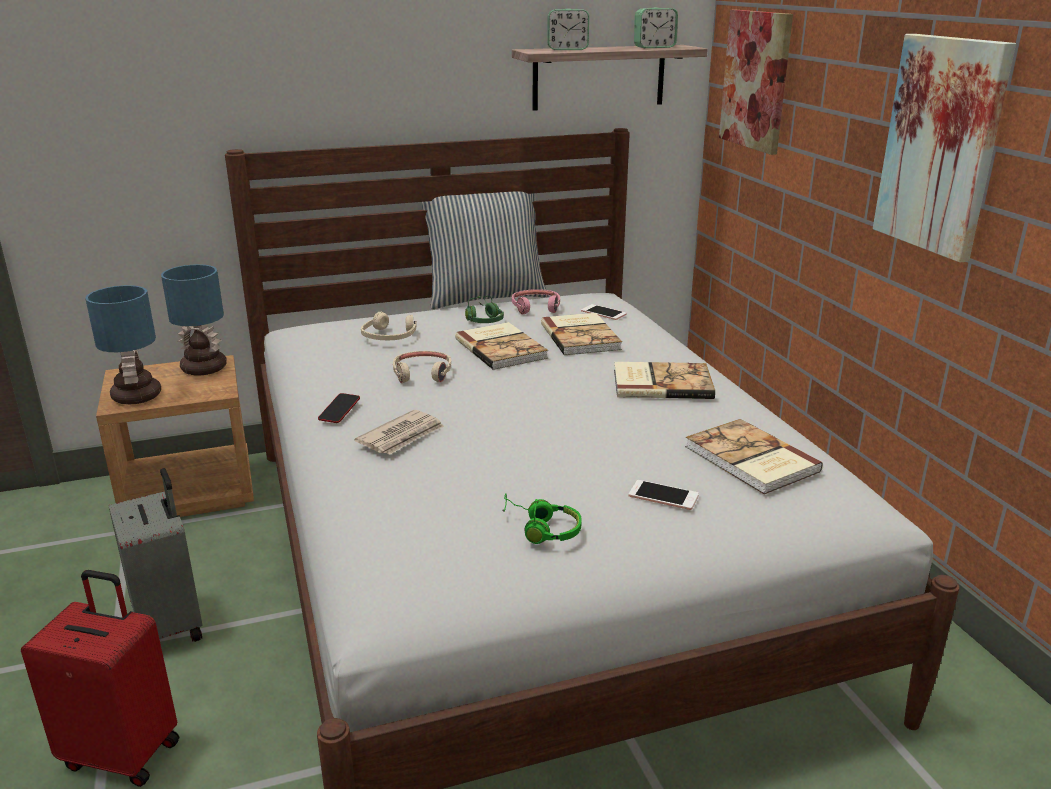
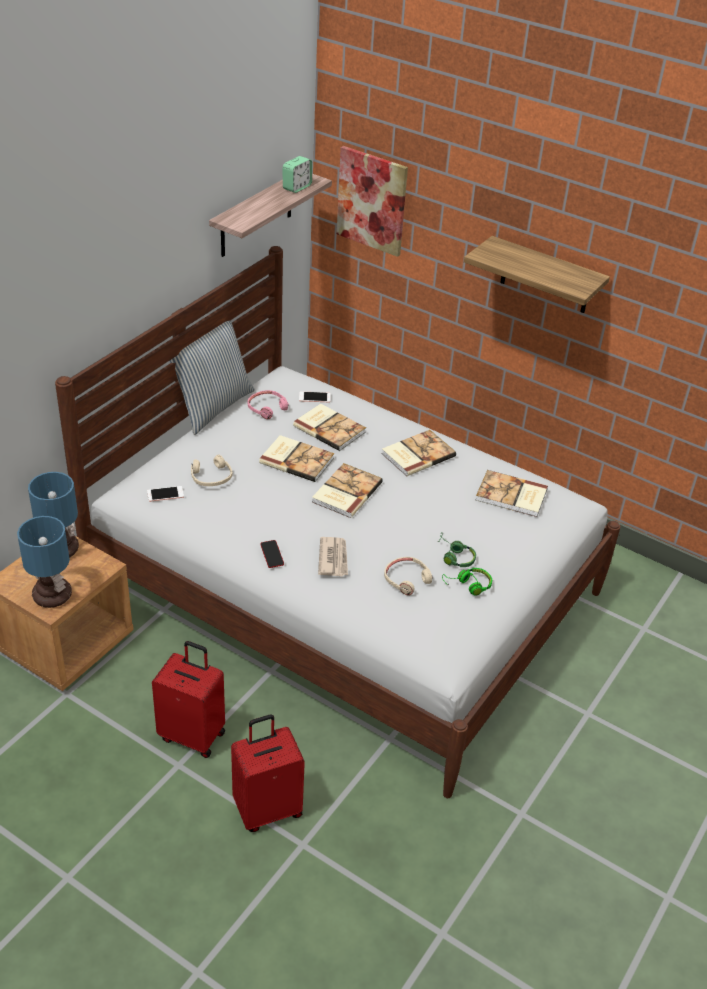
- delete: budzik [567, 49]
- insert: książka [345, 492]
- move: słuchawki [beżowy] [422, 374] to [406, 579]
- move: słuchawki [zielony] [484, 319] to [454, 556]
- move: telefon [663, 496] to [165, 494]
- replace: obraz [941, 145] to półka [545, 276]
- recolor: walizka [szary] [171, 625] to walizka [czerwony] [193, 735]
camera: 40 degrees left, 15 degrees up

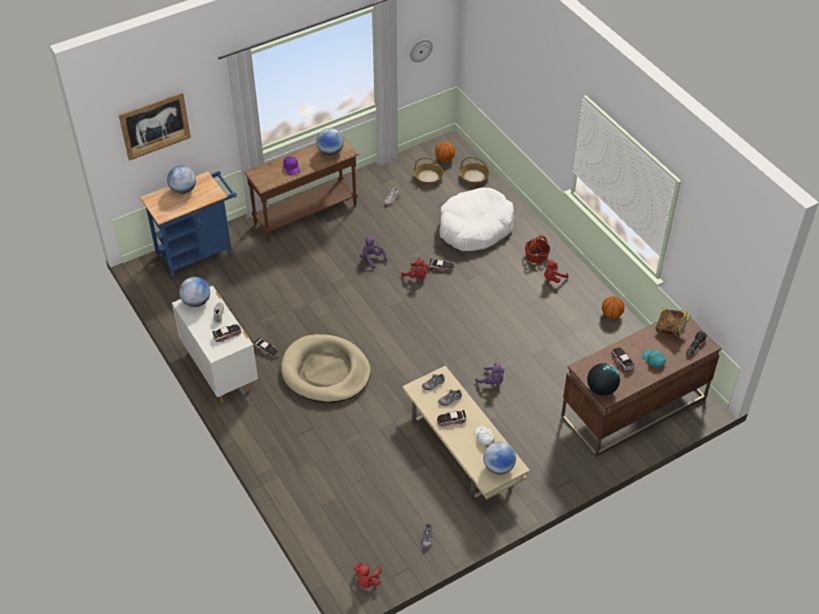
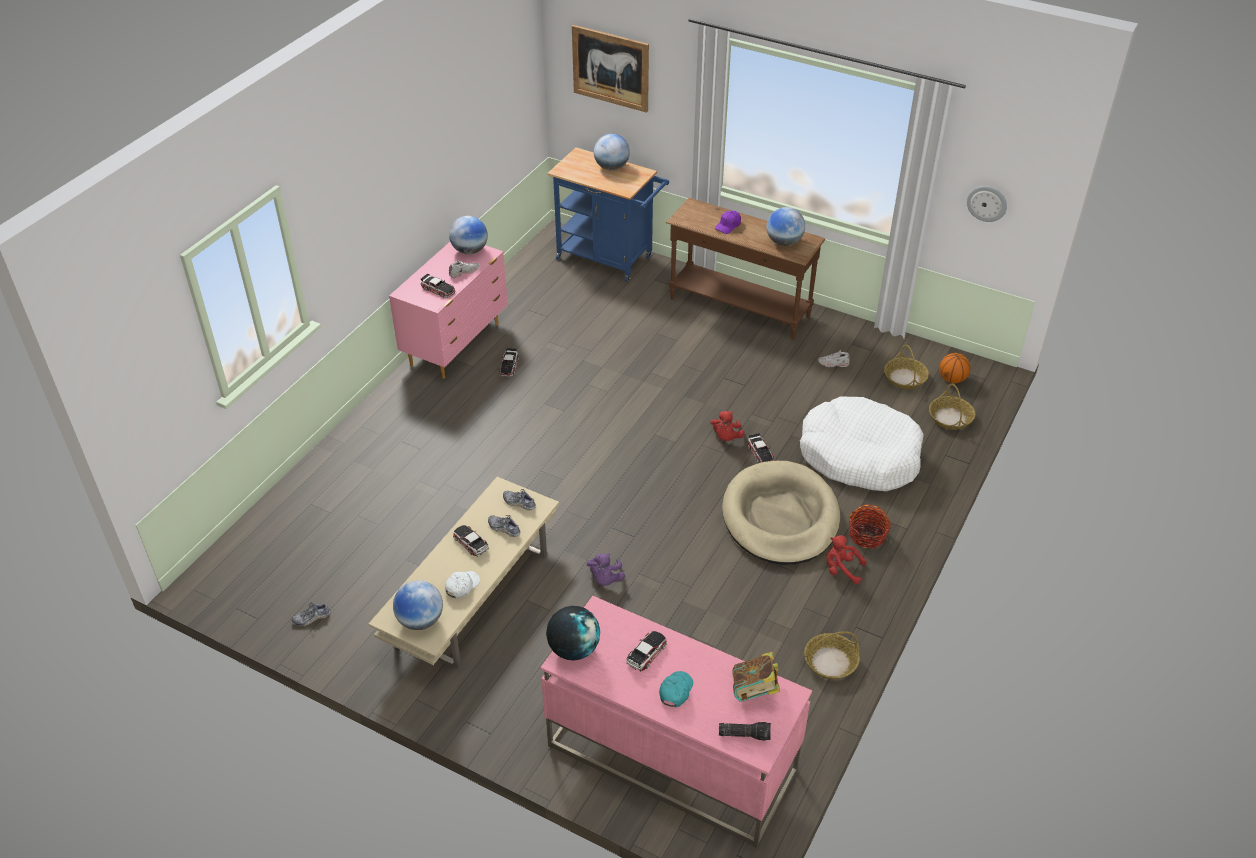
- delete: pluszak [czerwony] [367, 580]
- delete: pluszak [fioletowy] [372, 259]
- move: legowisko [beżowy] [326, 372] to [780, 517]
- replace: piłka do koszykówki [611, 314] to koszyk [830, 662]
- recolor: komoda [biały] [220, 369] to komoda [różowy] [456, 344]
- recolor: biurko [brązowy] [633, 408] to biurko [różowy] [670, 757]
camera: 60 degrees right, 5 degrees down

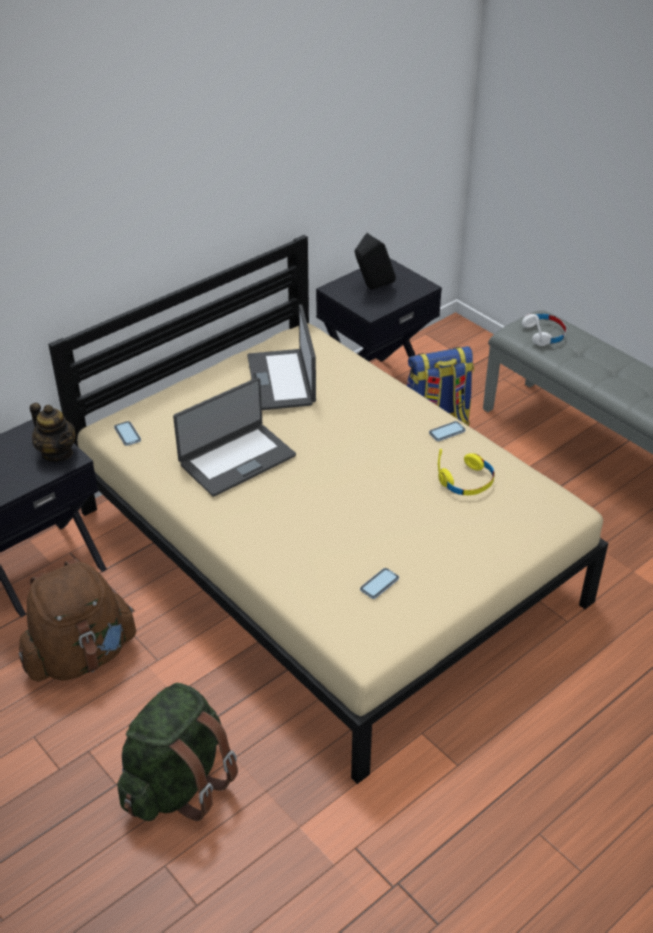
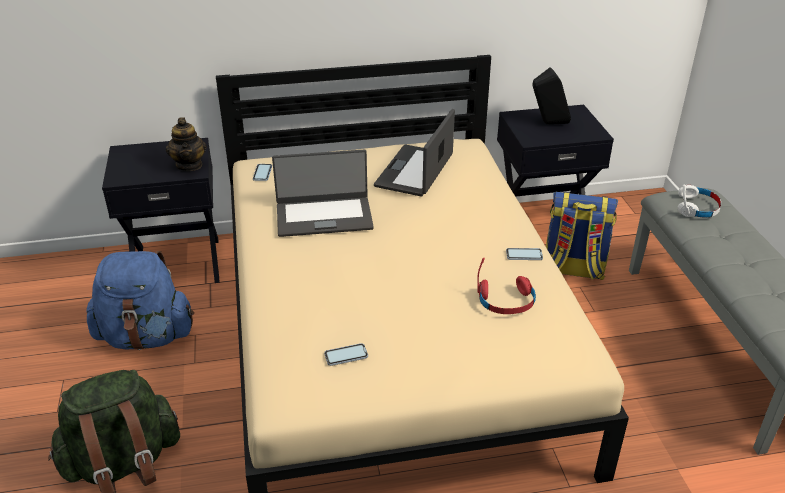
- recolor: plecak [brązowy] [81, 656] to plecak [niebieski] [146, 336]
- recolor: słuchawki [żółty] [467, 482] to słuchawki [czerwony] [506, 302]
camera: 30 degrees right, 5 degrees down

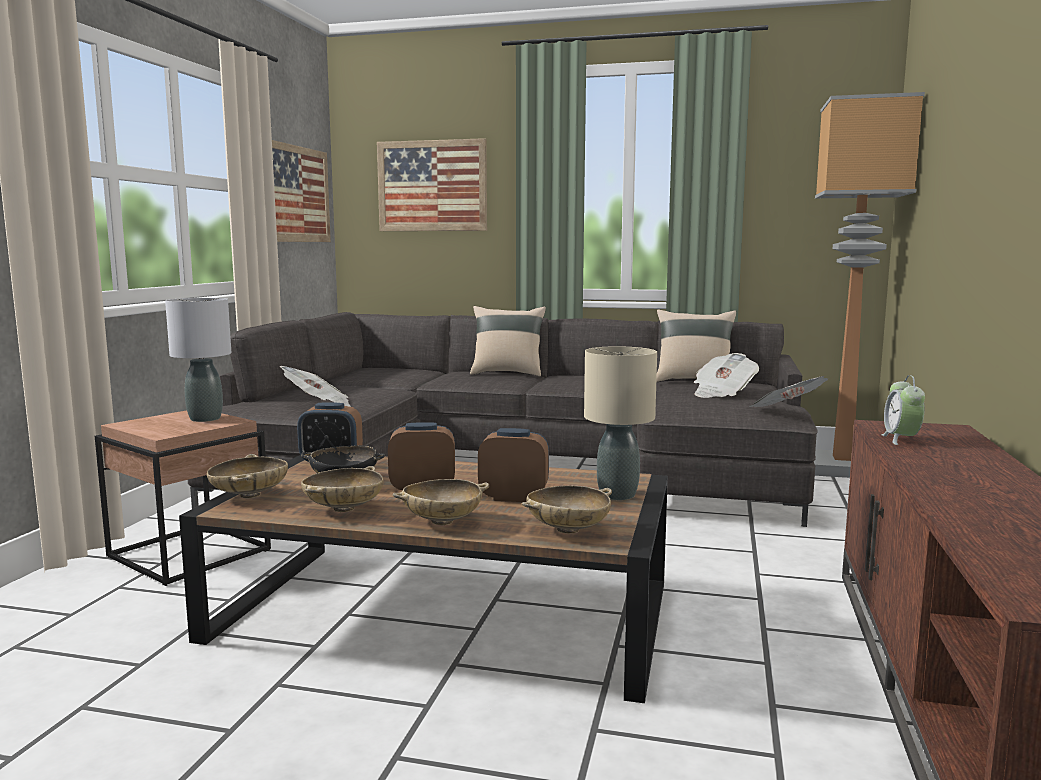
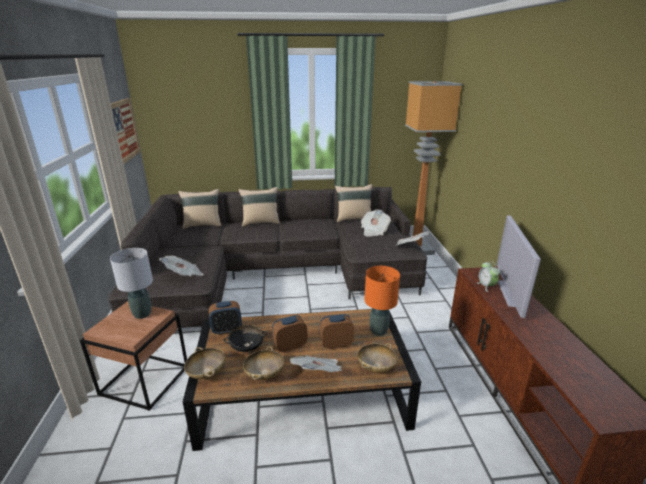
- delete: obraz [432, 186]
- insert: poduszka [beżowy] [202, 225]
- insert: telewizor [511, 293]
- replace: miska [beżowy] [442, 521] to gazeta [318, 374]
- recolor: lampa stołowa [beżowy] [617, 494] to lampa stołowa [pomarańczowy] [378, 330]
camera: 20 degrees left, 15 degrees up

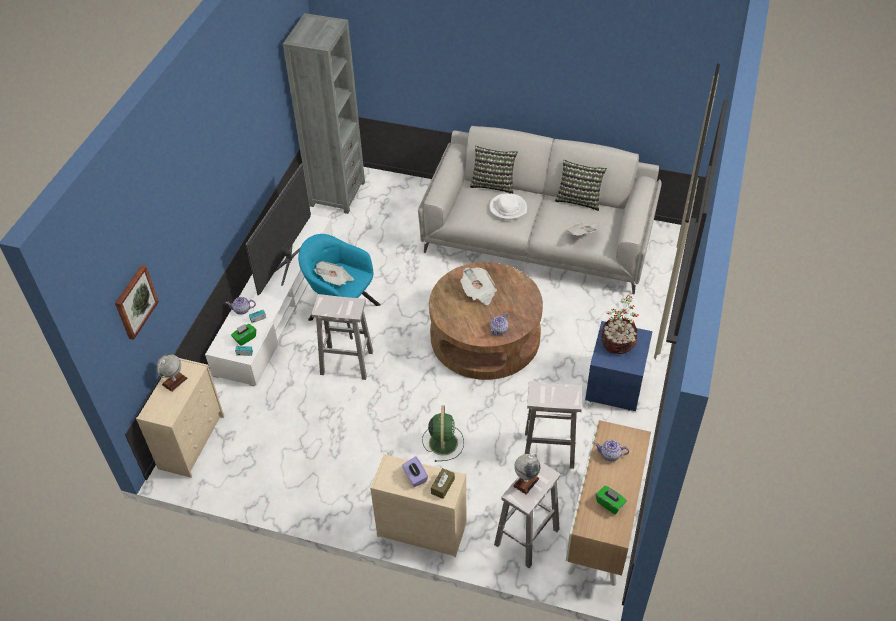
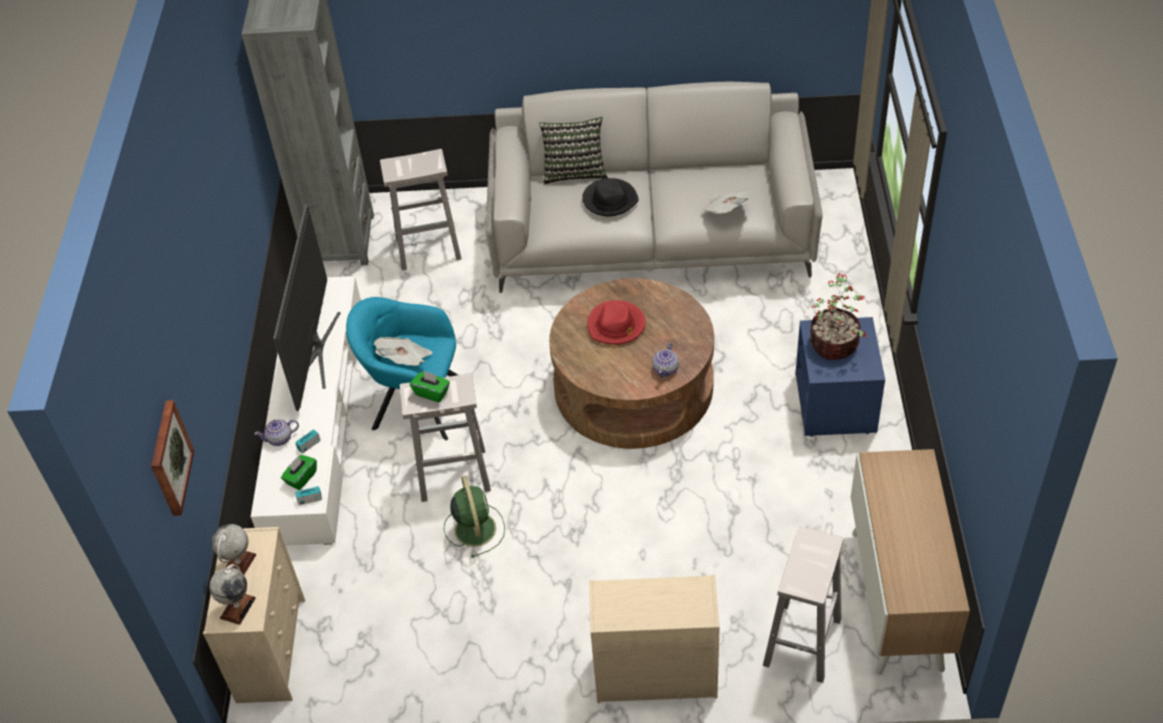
- delete: pudełko chusteczek [fioletowy] [415, 477]
- delete: pudełko chusteczek [brązowy] [442, 486]
- delete: poduszka [579, 199]
- delete: imbryk [610, 455]
- move: wentylator [zielony] [443, 442] to [475, 528]
- move: globus [526, 482] to [238, 607]
- move: stołek [biały] [550, 450] to [429, 248]
- move: pudełko chusteczek [zielony] [610, 504] to [432, 393]
- replace: gazeta [478, 292] to kapelusz [czerwony] [616, 325]
- recolor: kapelusz [biały] [508, 208] to kapelusz [czarny] [609, 200]
camera: 15 degrees left, 0 degrees up

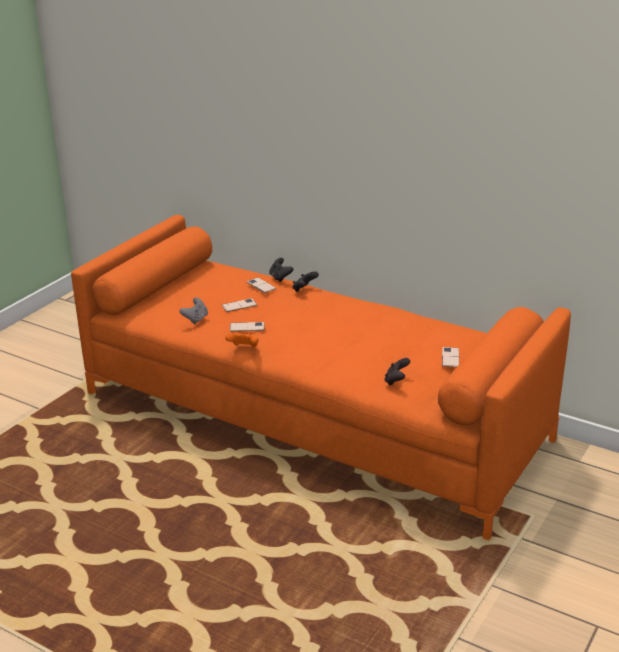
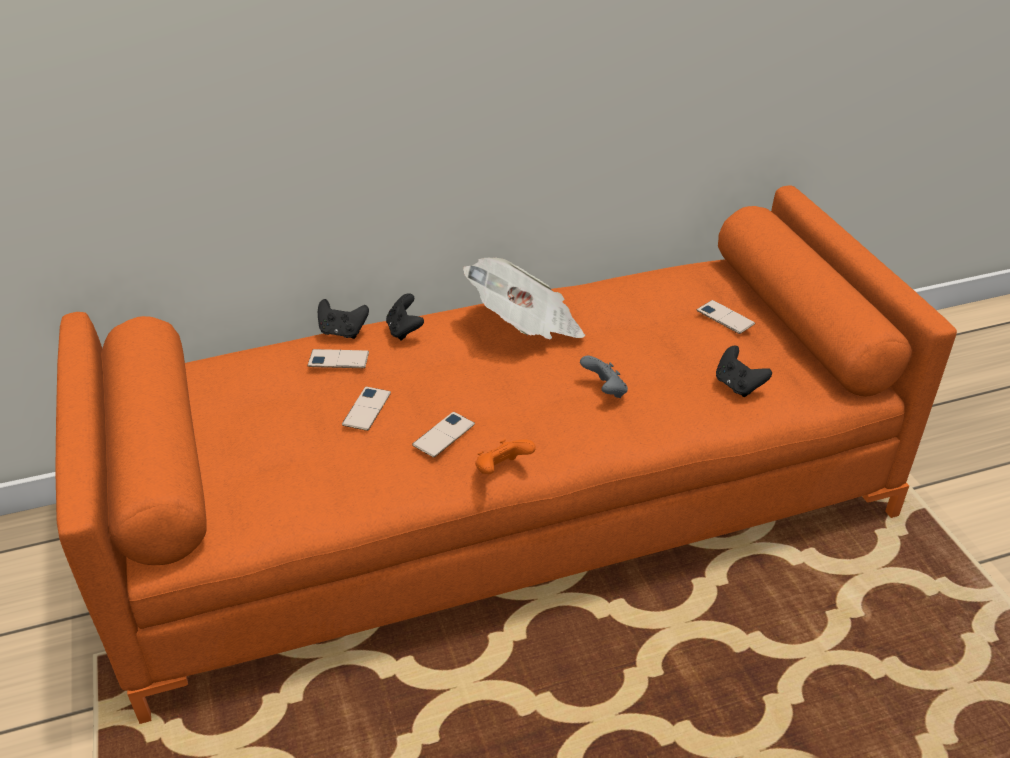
- insert: gazeta [526, 326]
- move: pad do gier [szary] [195, 319] to [605, 391]
camera: 50 degrees left, 10 degrees up

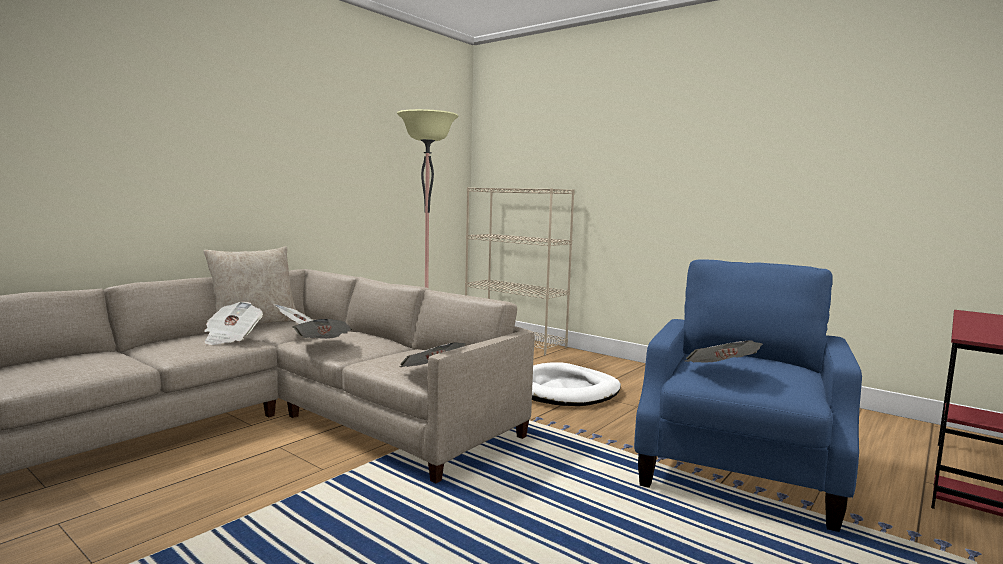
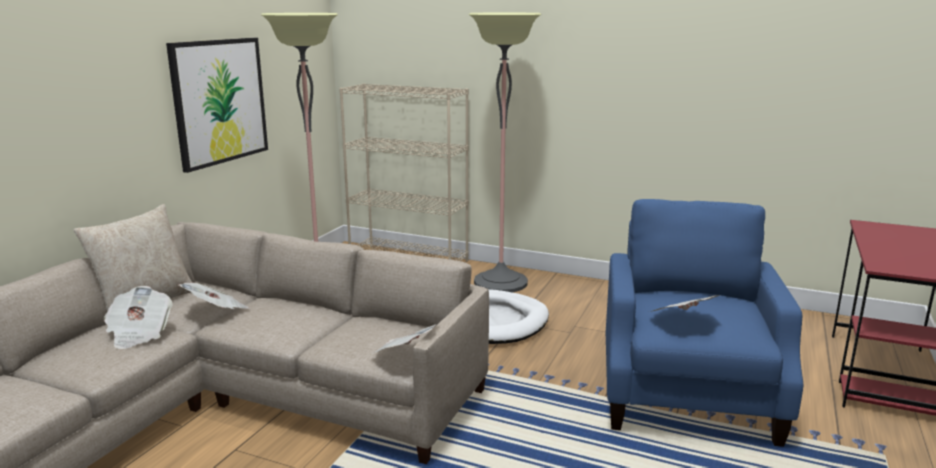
- delete: gazeta [323, 345]
- insert: obraz [220, 101]
- insert: lampa stojąca [500, 282]
camera: 15 degrees left, 10 degrees up

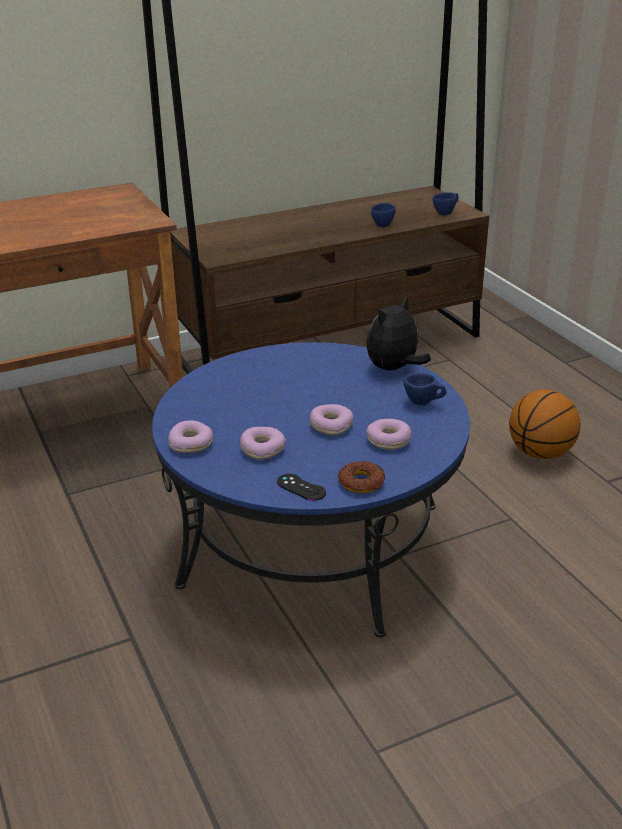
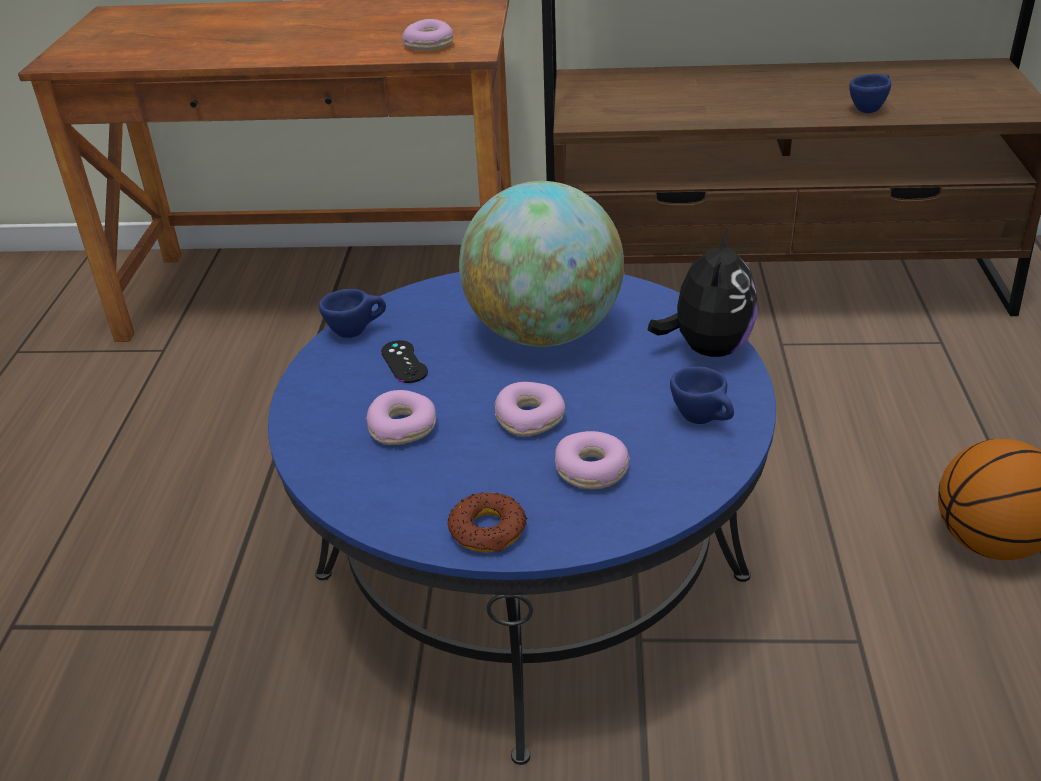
- insert: globus [543, 333]
- move: donut [191, 444] to [429, 45]
- move: pad do gier [czarny] [301, 487] to [404, 362]
- move: filiżanka [niebieski] [446, 213] to [356, 331]
- rotate: pluszak [394, 369] = [707, 348] 120 degrees clockwise
camera: 30 degrees right, 5 degrees up

